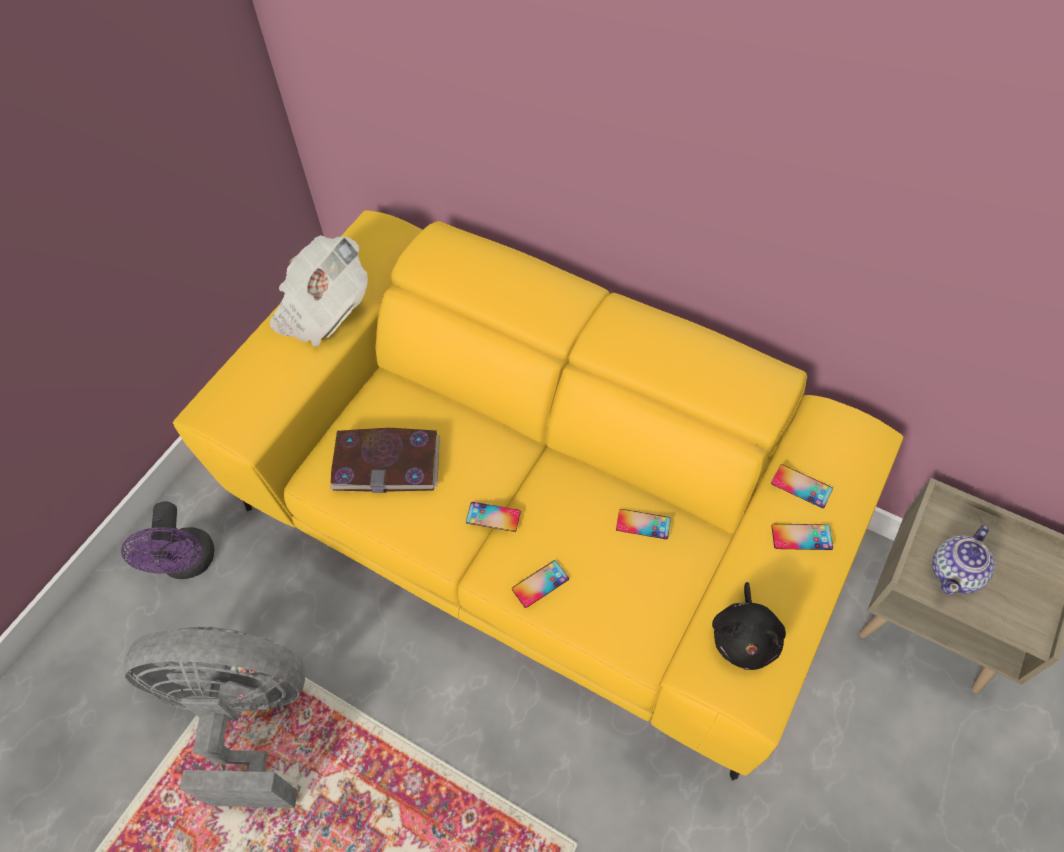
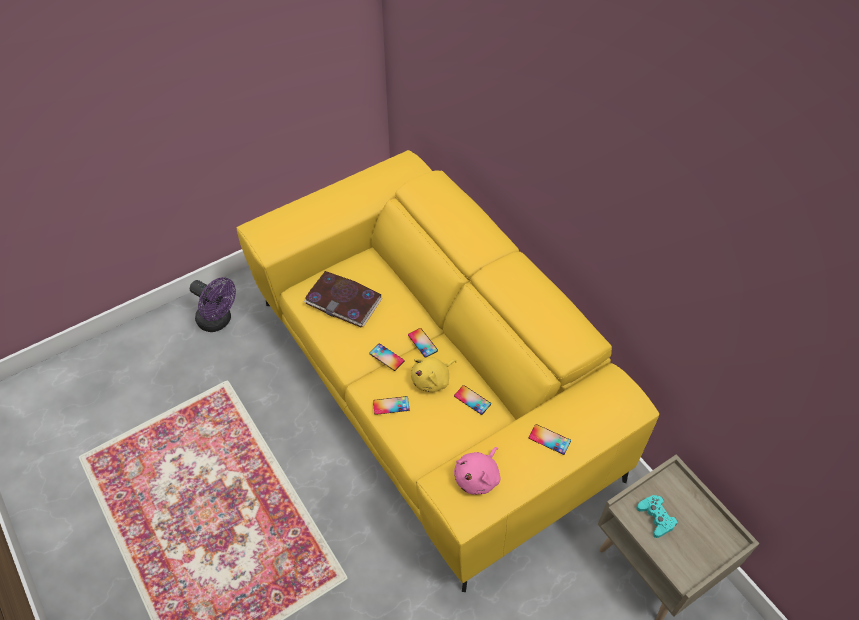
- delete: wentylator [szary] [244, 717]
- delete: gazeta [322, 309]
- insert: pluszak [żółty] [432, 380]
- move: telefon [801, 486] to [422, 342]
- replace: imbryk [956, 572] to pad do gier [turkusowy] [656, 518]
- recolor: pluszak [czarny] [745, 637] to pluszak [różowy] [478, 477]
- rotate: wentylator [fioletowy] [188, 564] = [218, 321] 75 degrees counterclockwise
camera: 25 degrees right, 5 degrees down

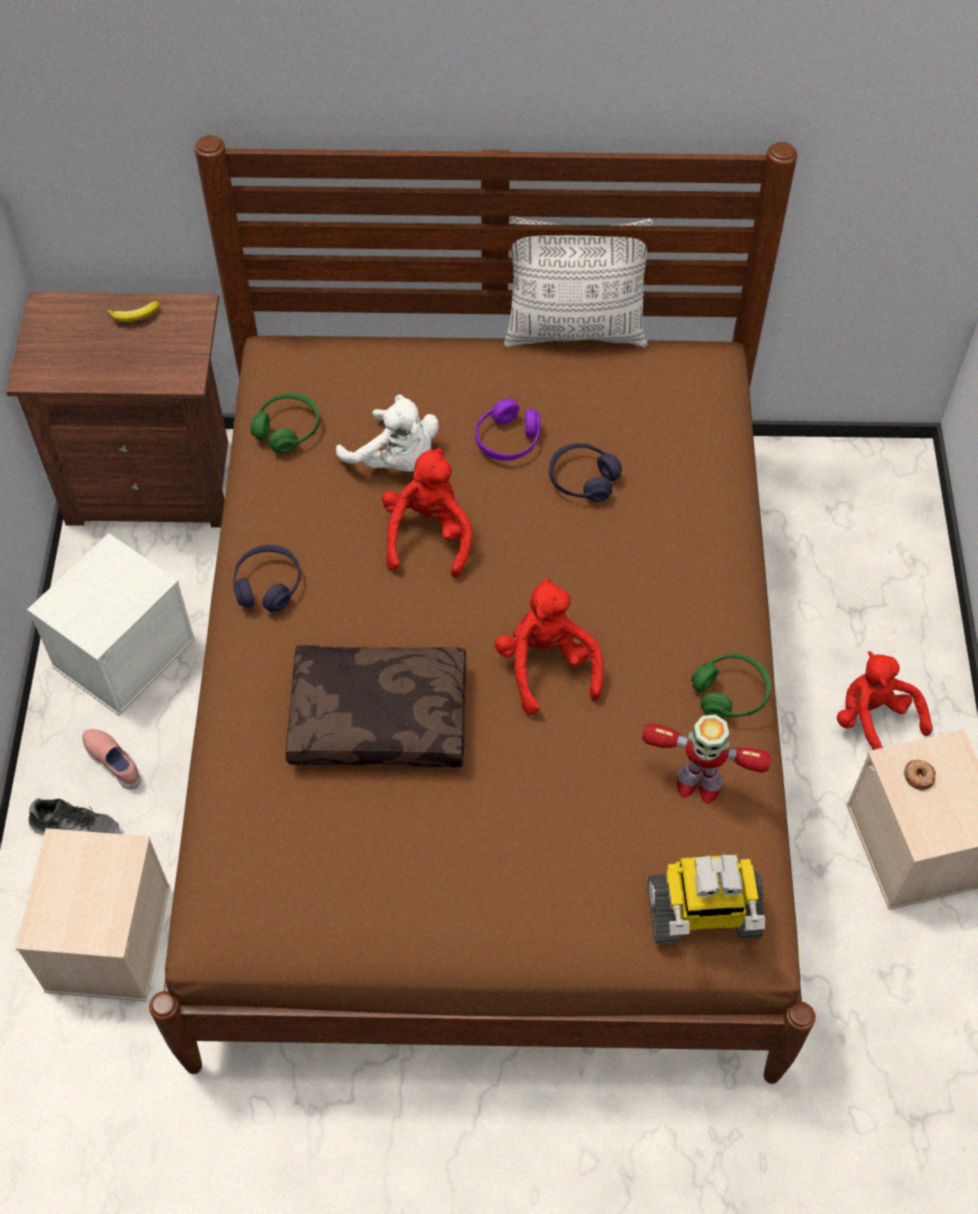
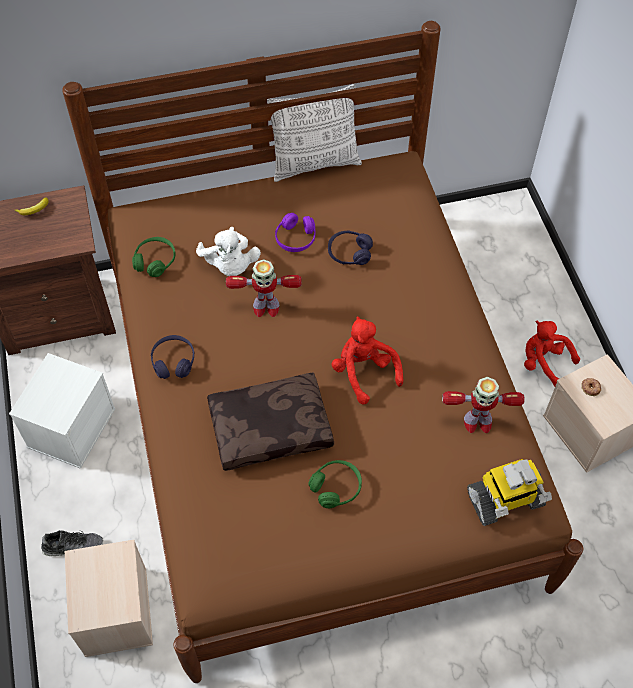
- delete: but [różowy] [114, 762]
- move: słuchawki [zielony] [730, 693] to [336, 487]
- replace: pluszak [czerwony] [428, 535] to robot zabawkowy [265, 308]
- rotate: pluszak [biały] [396, 460] = [230, 266] 45 degrees clockwise
camera: 15 degrees left, 0 degrees up

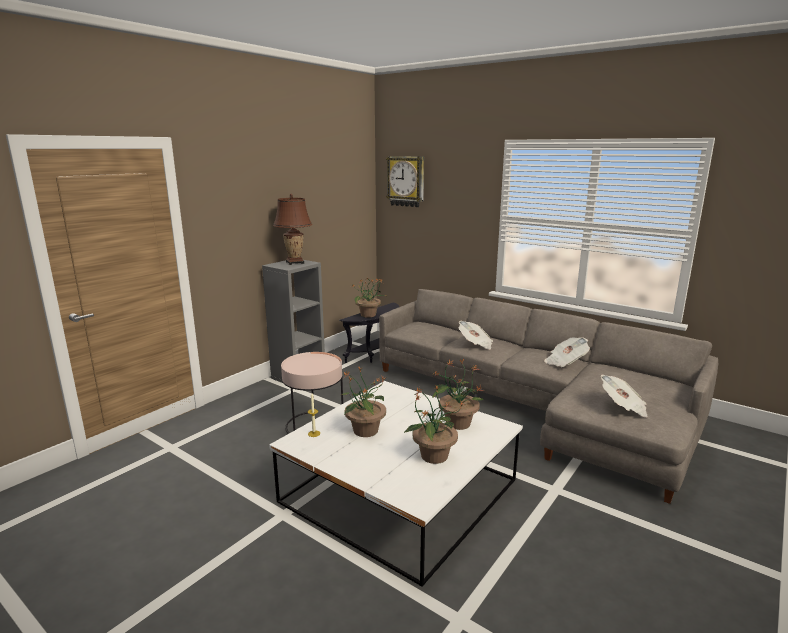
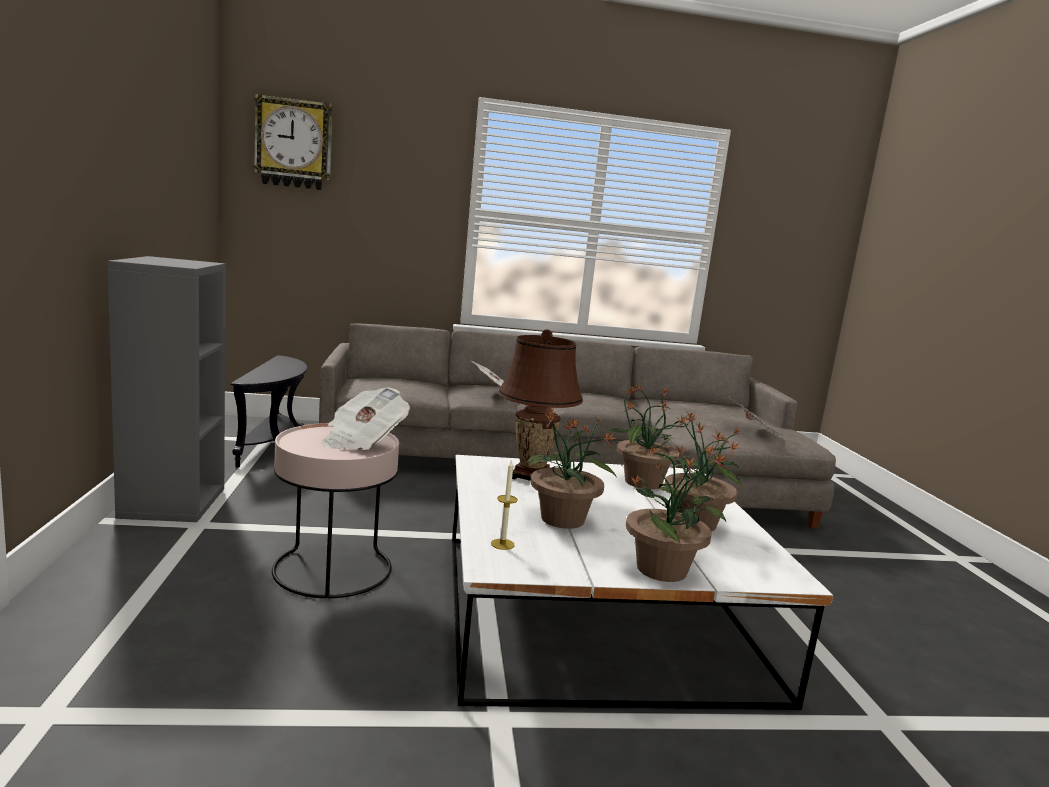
- move: lampa stołowa [brązowy] [295, 262] to [530, 477]
- move: roślina doniczkowa [368, 315] to [663, 569]
- move: gazeta [565, 362] to [362, 441]
camera: 45 degrees left, 5 degrees down

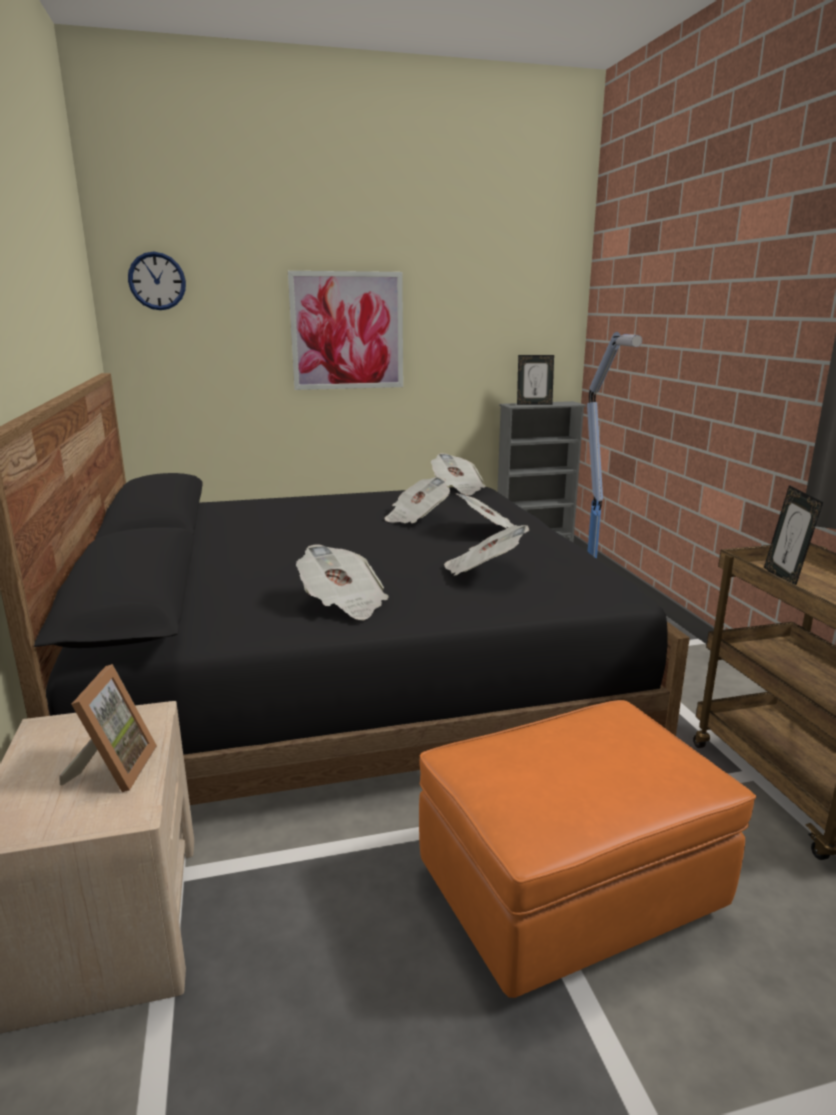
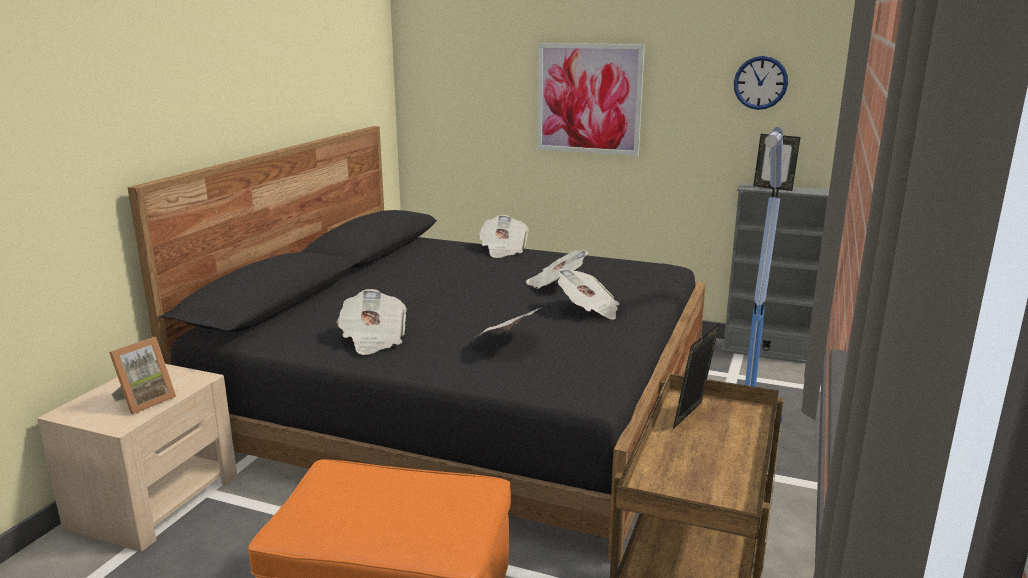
- move: zegar ścienny [157, 281] to [760, 82]
- move: gazeta [457, 489] to [503, 250]
camera: 35 degrees right, 0 degrees up

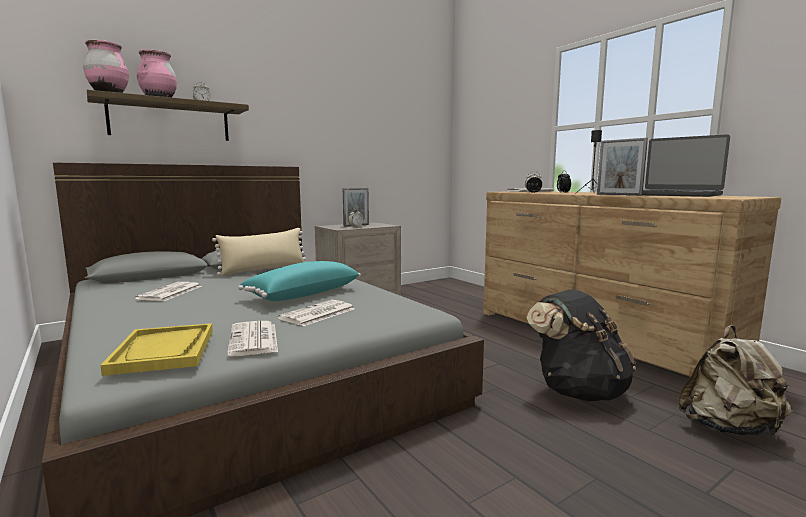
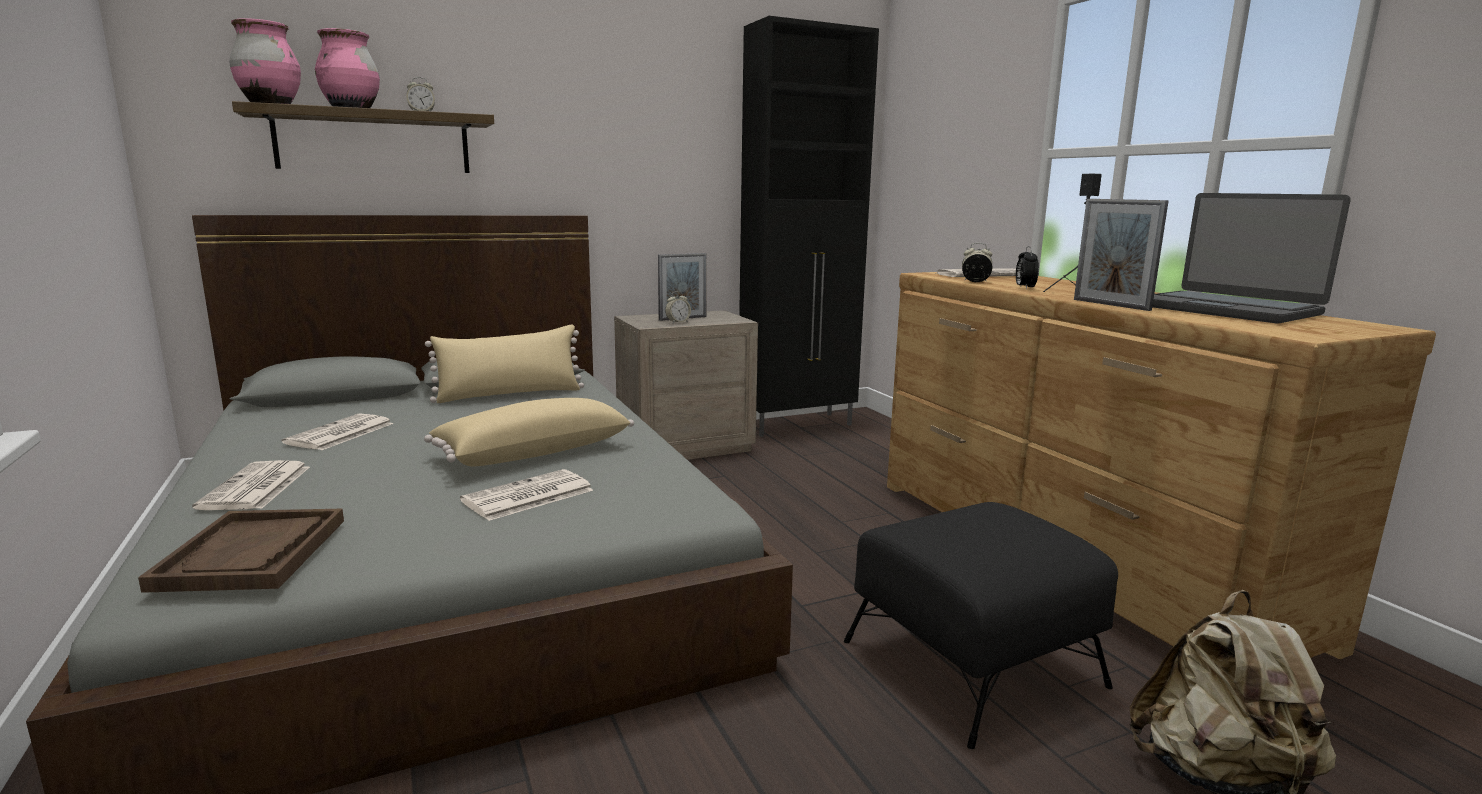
- insert: szafka [czarny] [798, 425]
- move: gazeta [254, 339] to [256, 488]
- replace: plecak [czarny] [577, 391] to pufa [czarny] [973, 663]
- recolor: taca [żółty] [164, 351] to taca [brązowy] [252, 553]
- recolor: poduszka [turkusowy] [302, 294] to poduszka [beżowy] [533, 452]
camera: 10 degrees right, 5 degrees up

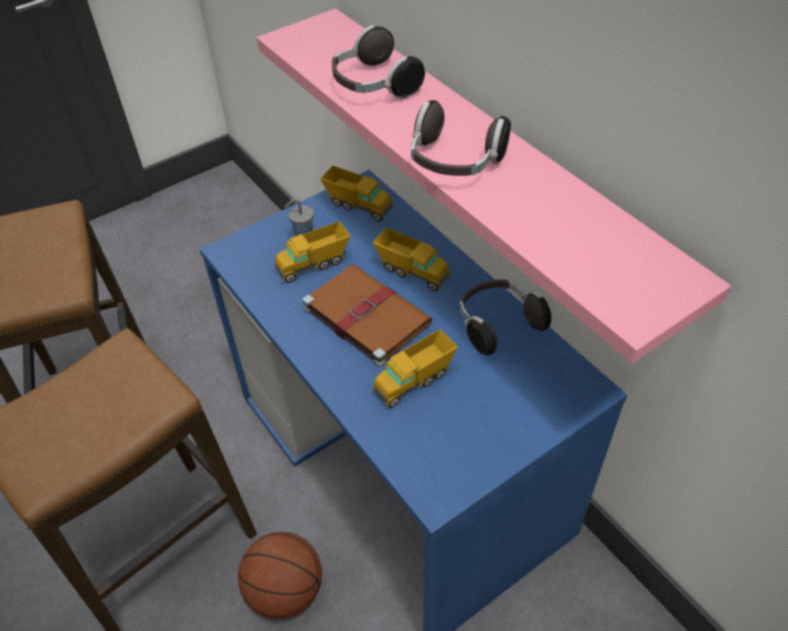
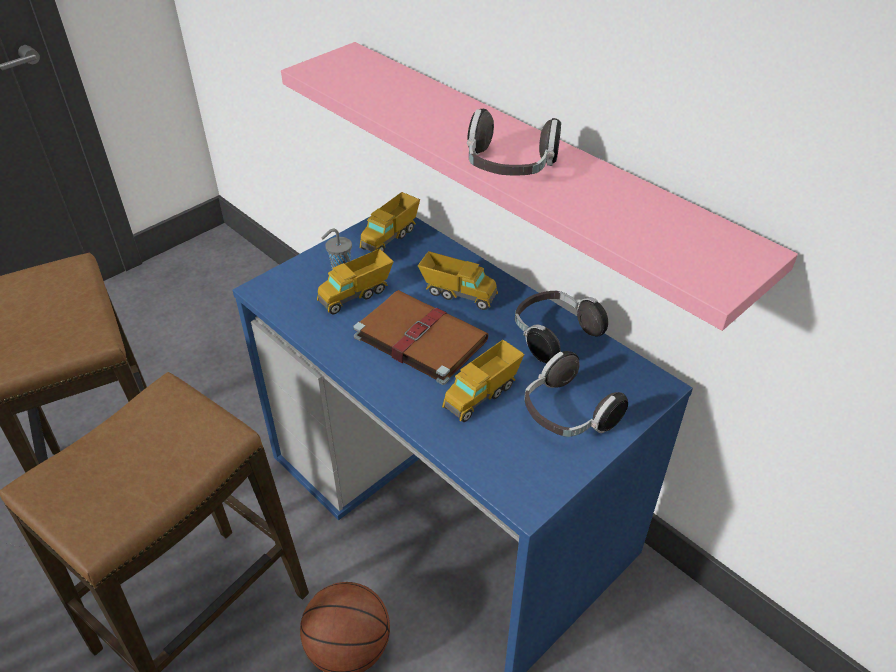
- move: słuchawki [373, 86] to [567, 414]
- rotate: ciężarówka zabawkowa [358, 206] = [390, 237] 105 degrees clockwise
camera: 10 degrees left, 5 degrees down

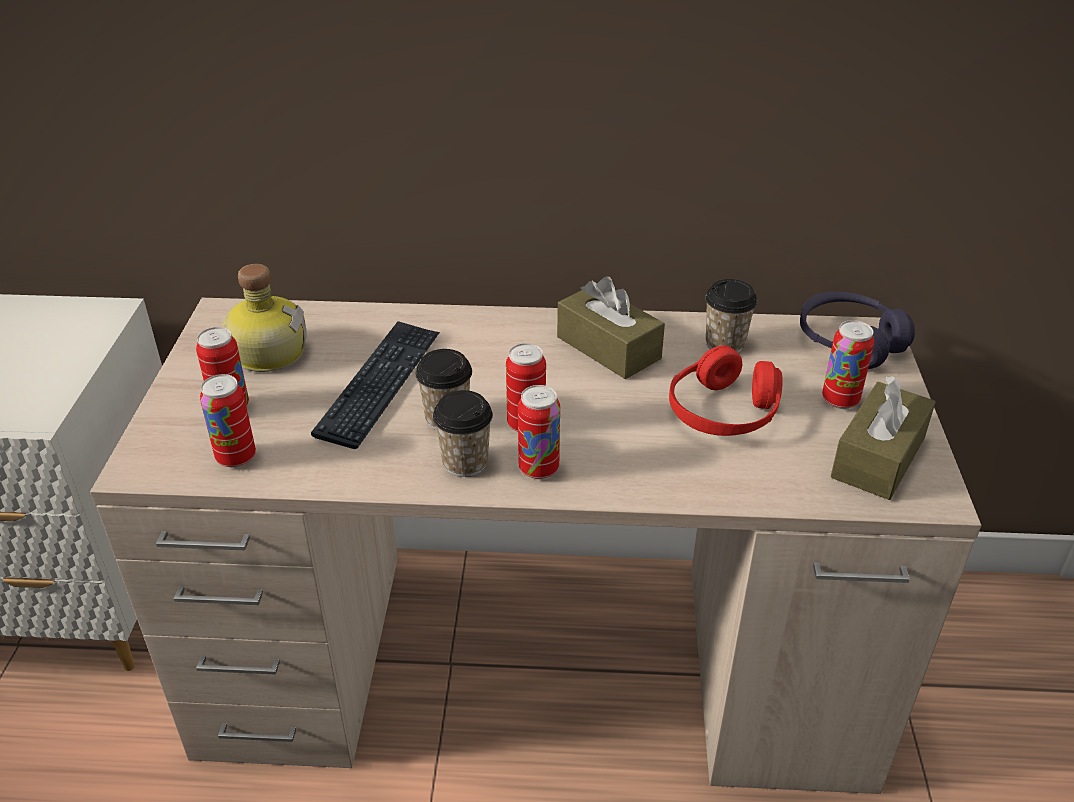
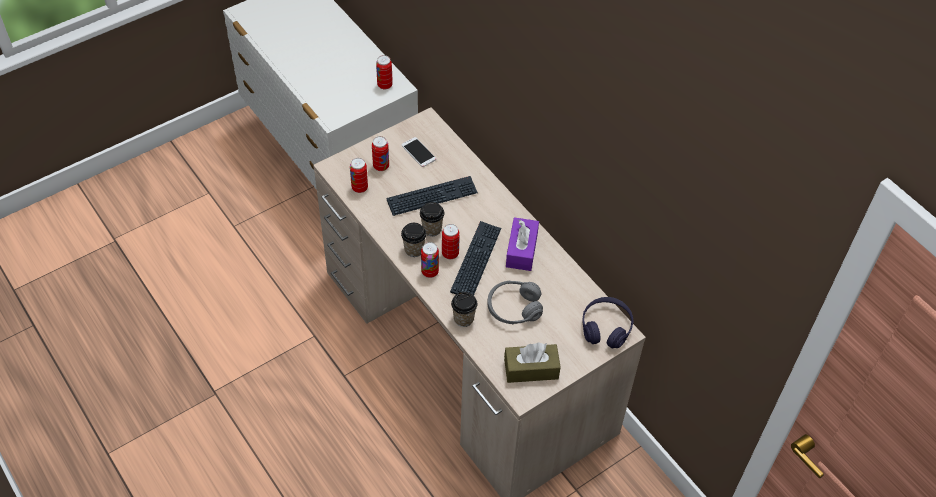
- insert: klawiatura [476, 260]
- move: filiżanka [725, 344] to [463, 319]
- move: puszka [840, 400] to [385, 85]
- replace: butelka [268, 352] to telefon [418, 152]
- recolor: pudełko chusteczek [brązowy] [608, 348] to pudełko chusteczek [fioletowy] [521, 250]
- recolor: słuchawki [czerwony] [723, 412] to słuchawki [szary] [514, 308]
camera: 50 degrees right, 15 degrees up

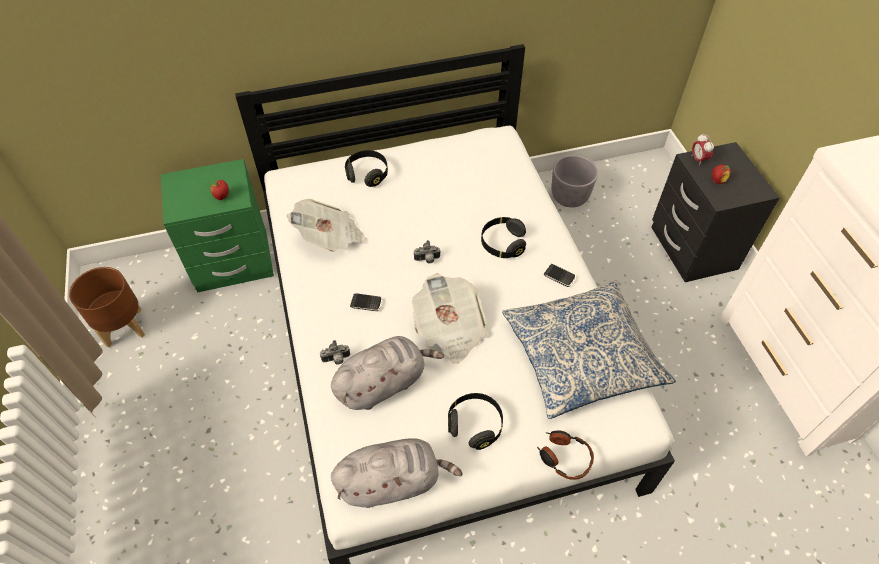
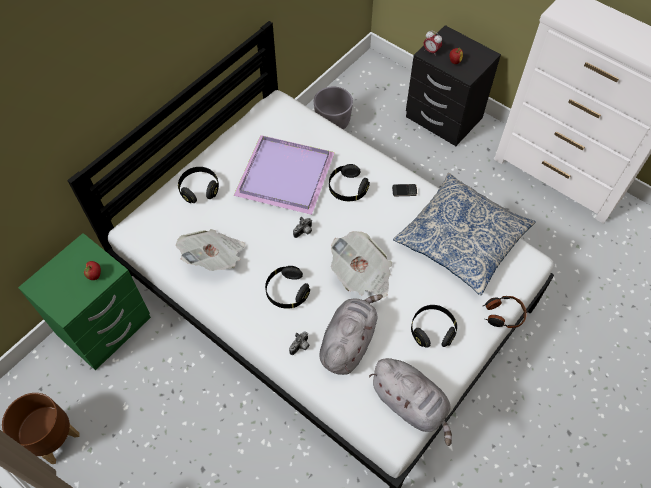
- insert: taca [fioletowy] [287, 175]
- replace: telefon [366, 303] to słuchawki [czarny] [287, 292]
- rotate: pluszak [szary] [393, 481] = [411, 404] 90 degrees clockwise
camera: 35 degrees left, 5 degrees up

